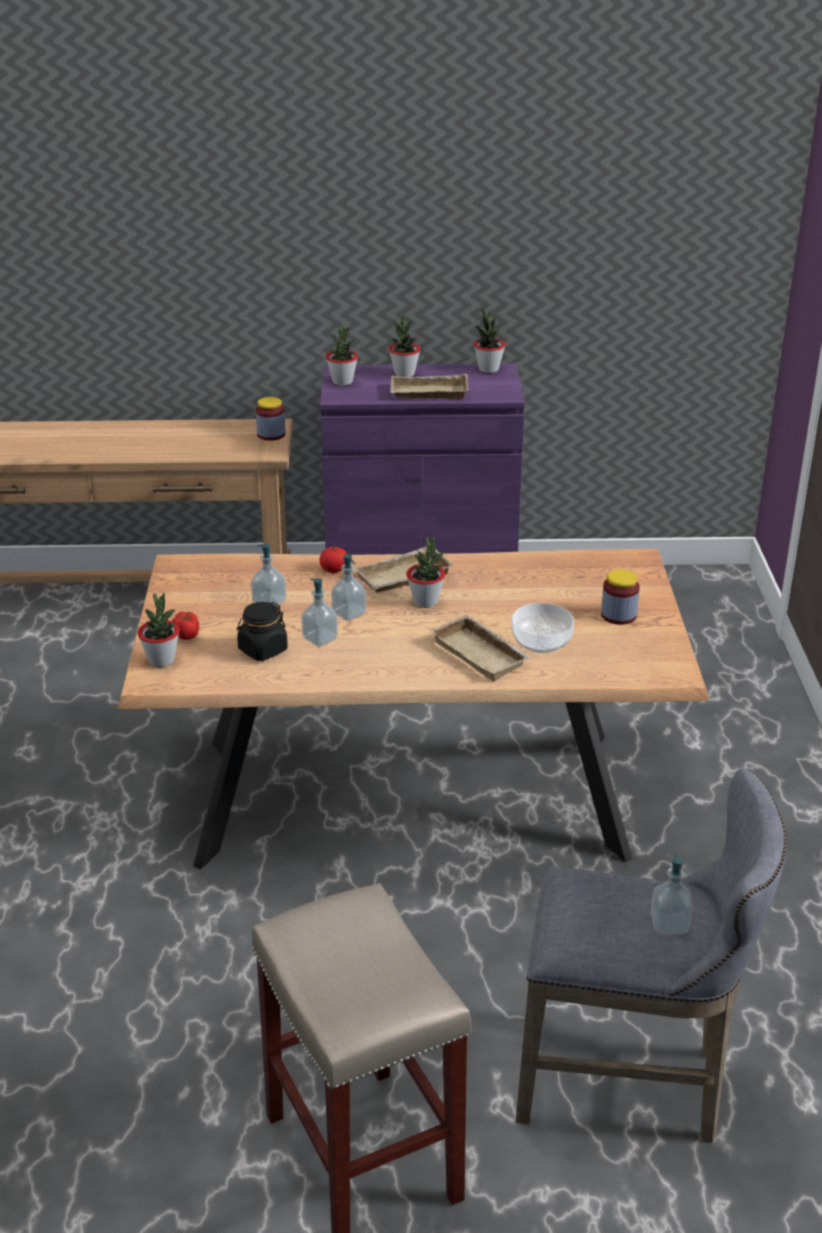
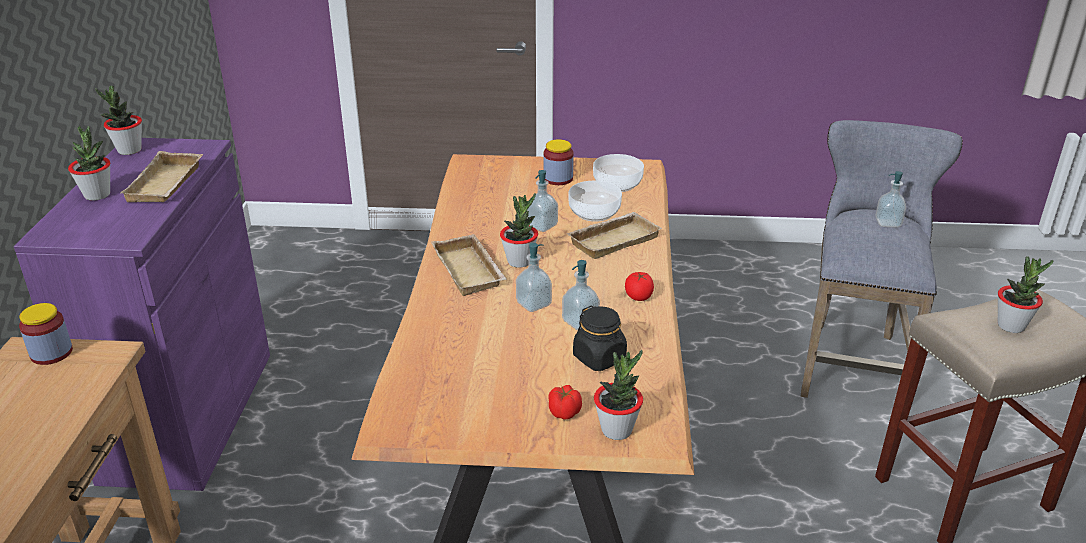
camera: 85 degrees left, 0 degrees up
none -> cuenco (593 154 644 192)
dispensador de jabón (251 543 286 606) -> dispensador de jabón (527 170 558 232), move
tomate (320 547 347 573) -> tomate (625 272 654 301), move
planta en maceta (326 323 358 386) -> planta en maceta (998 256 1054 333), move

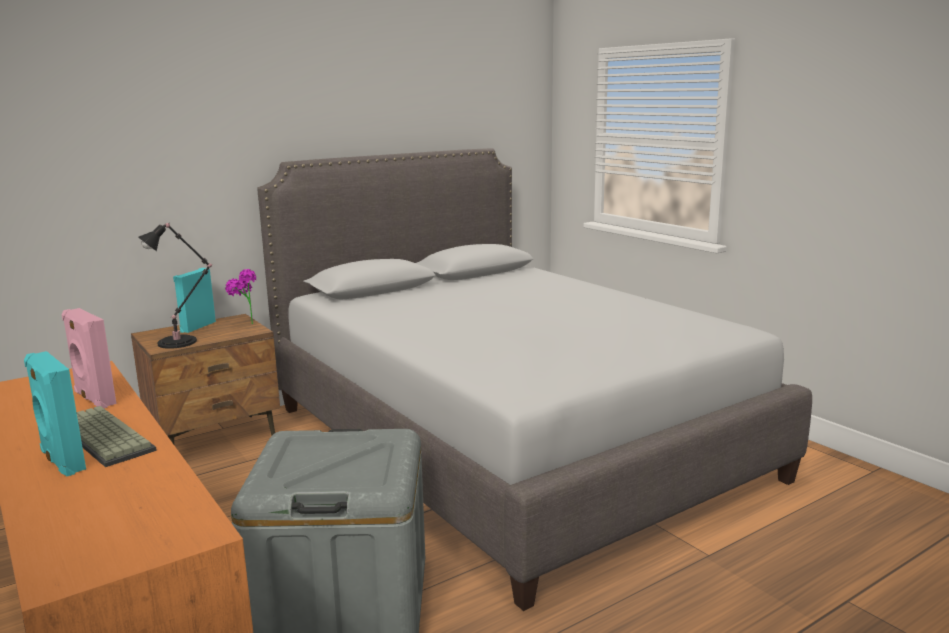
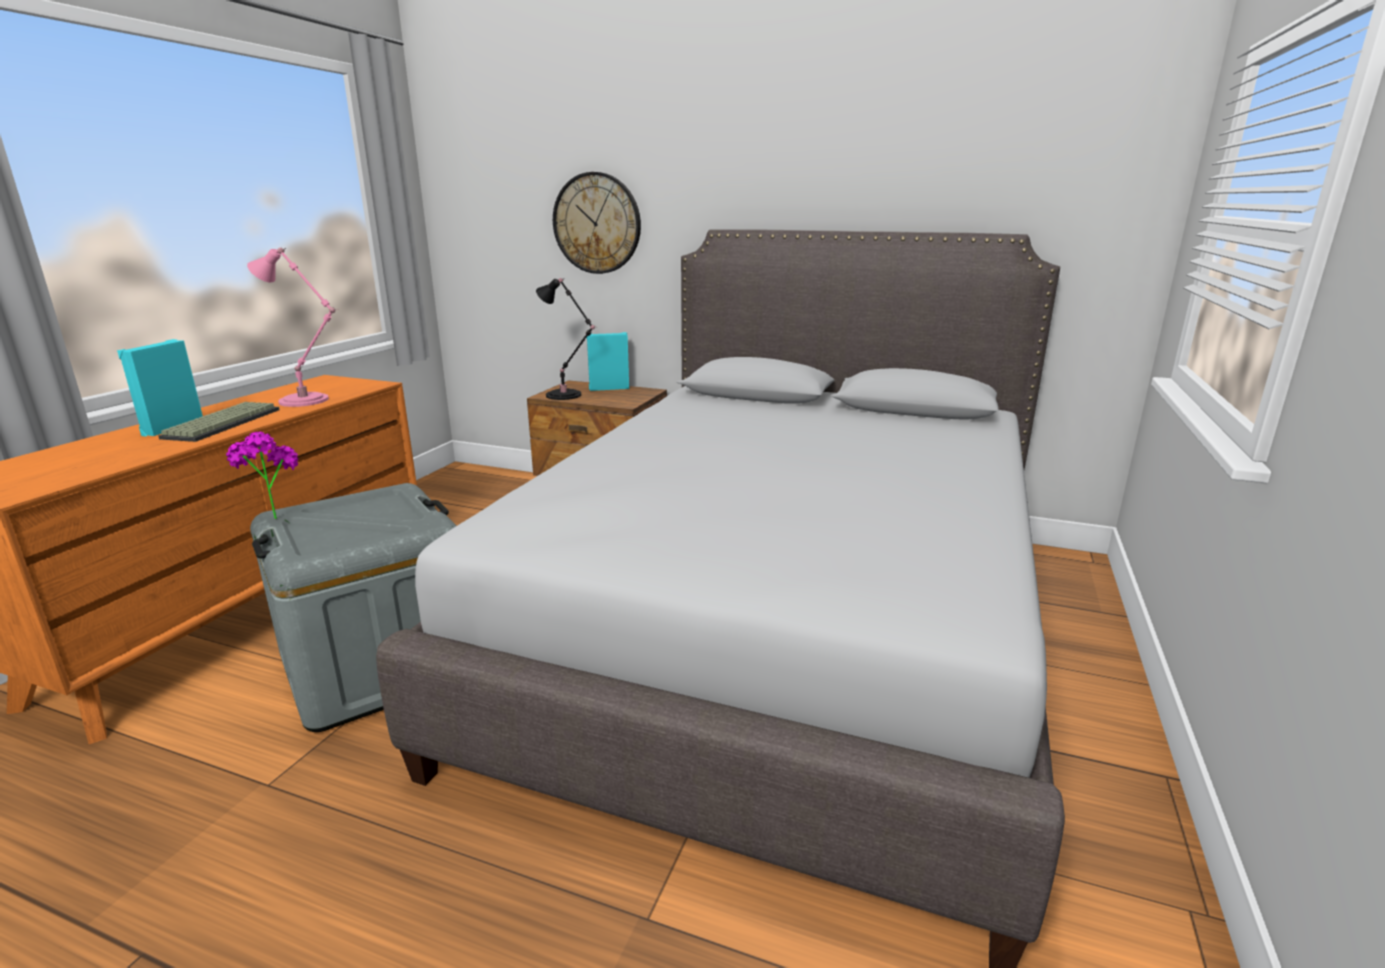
camera: 55 degrees right, 5 degrees up
none -> reloj de pared (553 172 641 274)
planta en maceta (225 269 256 324) -> planta en maceta (226 432 299 519), move
altavoz (rosa) (62 308 117 408) -> lámpara de mesa (rosa) (247 248 337 407)

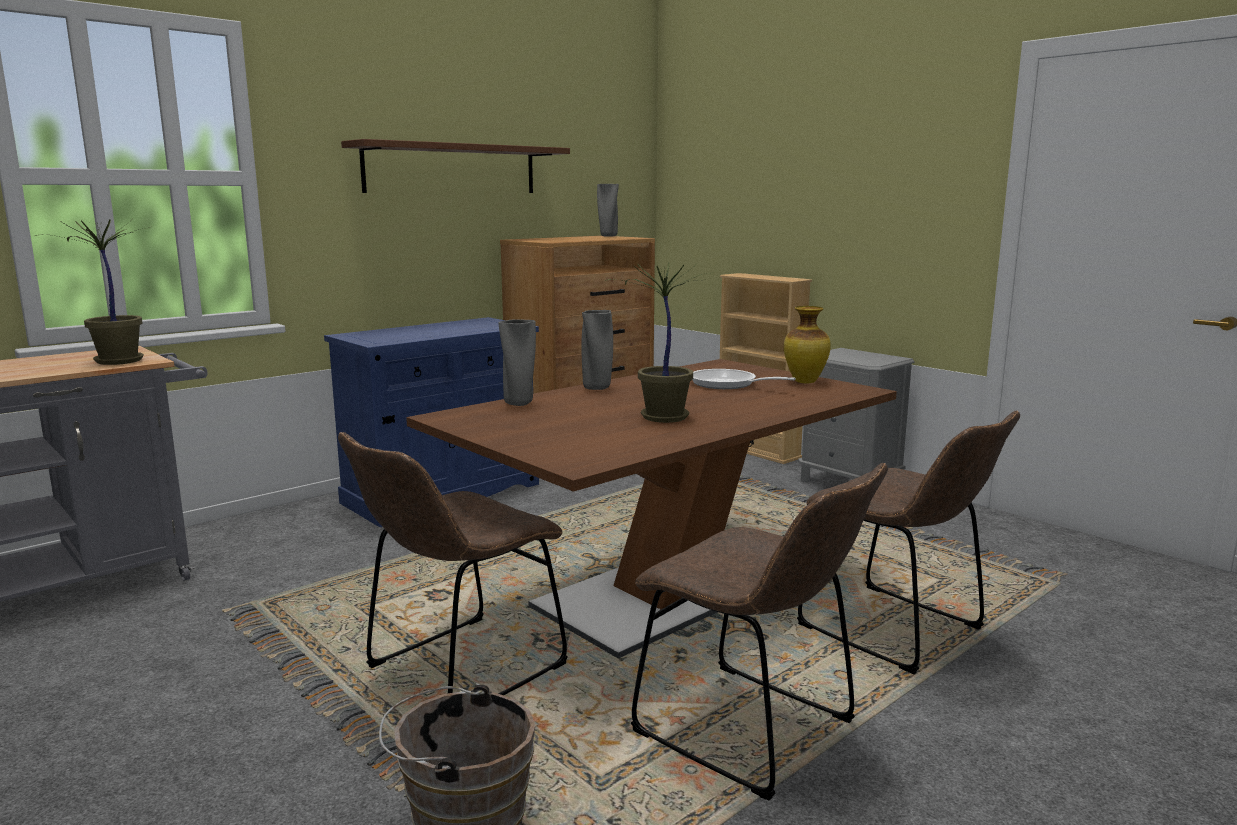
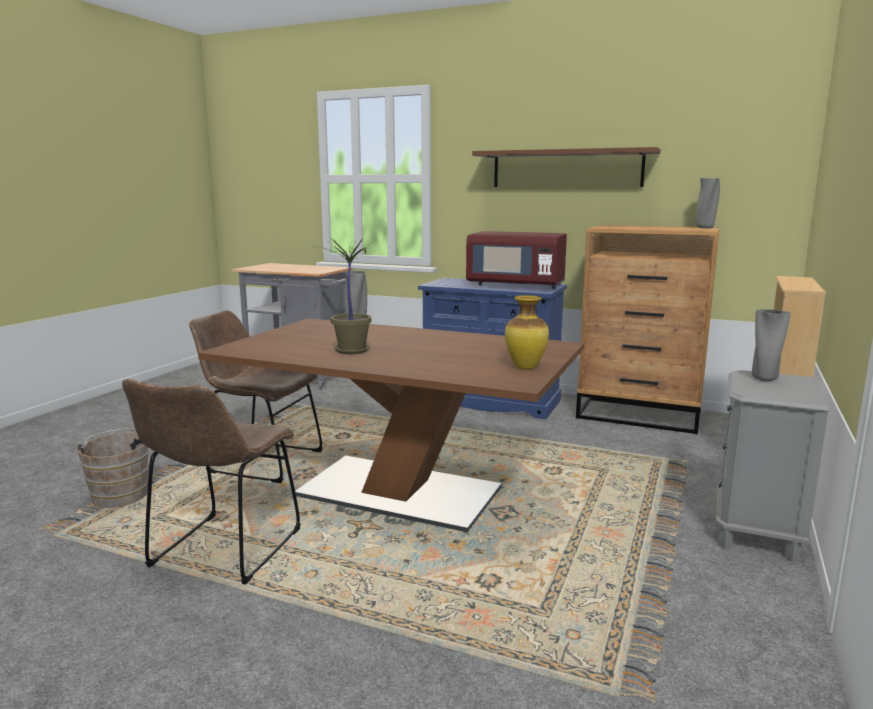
camera: 65 degrees right, 0 degrees up
planta en maceta (34 220 152 365) -> none
sartén (693 369 796 389) -> none
silla (marrón) (797 411 1020 674) -> none
none -> microondas (rojo) (466 231 567 289)
florero (gris) (581 310 613 390) -> florero (gris) (752 309 791 381), move

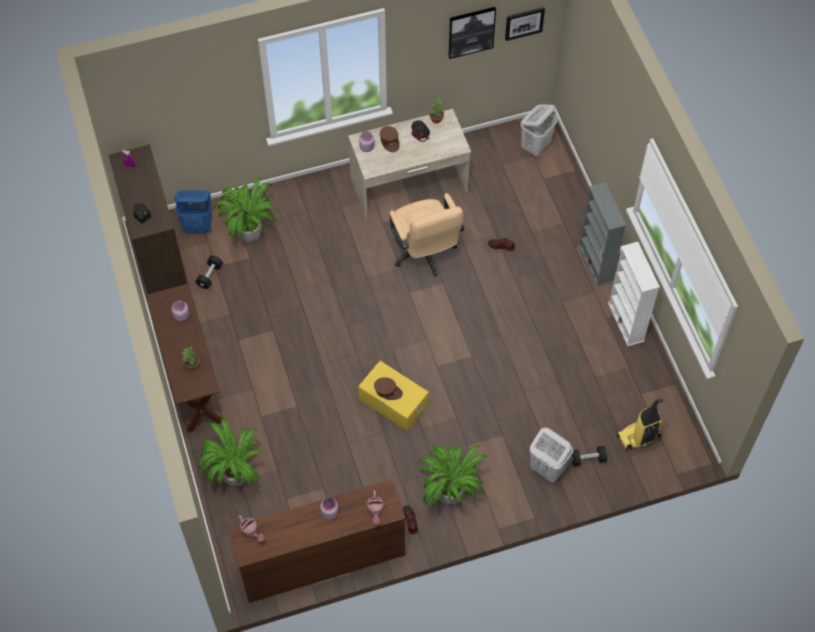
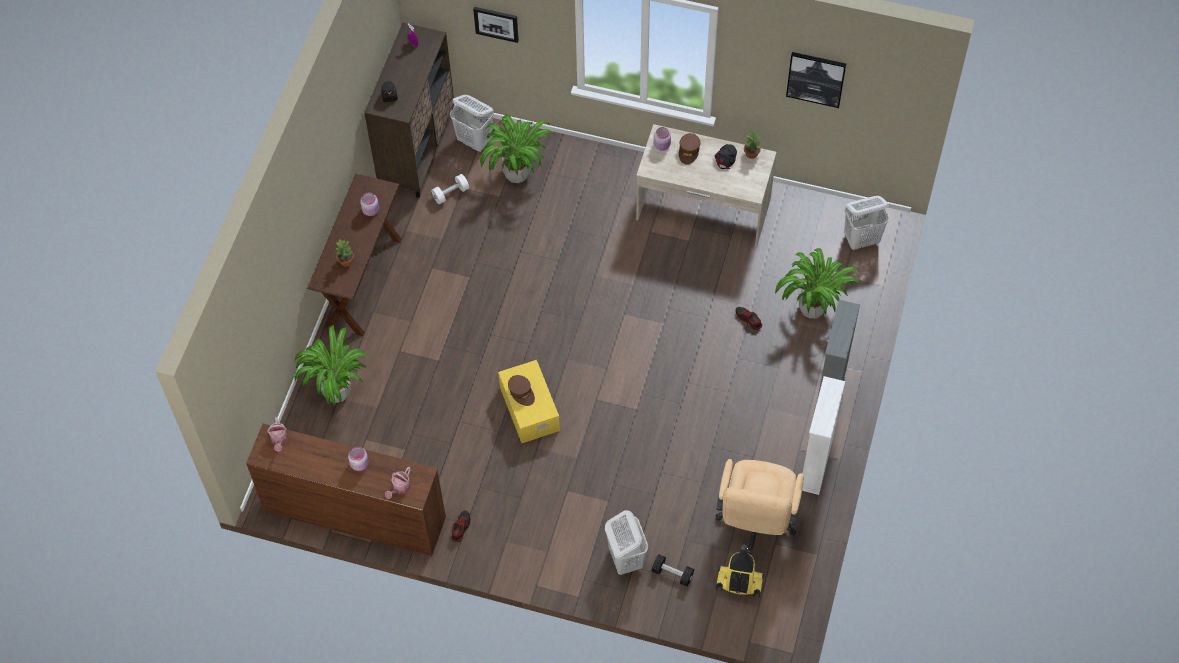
camera: 35 degrees right, 0 degrees up
silla de oficina (beis) (389 193 464 277) -> silla de oficina (beis) (716 459 804 554), move
planta en maceta (418 445 488 507) -> planta en maceta (775 248 860 319), move
cuadro (505 7 545 41) -> cuadro (473 7 519 43), move
cesto de la ropa (azul) (175 190 212 233) -> cesto de la ropa (blanco) (450 95 494 152)
mancuerna (negro) (195 256 223 289) -> mancuerna (blanco) (431 174 469 204)

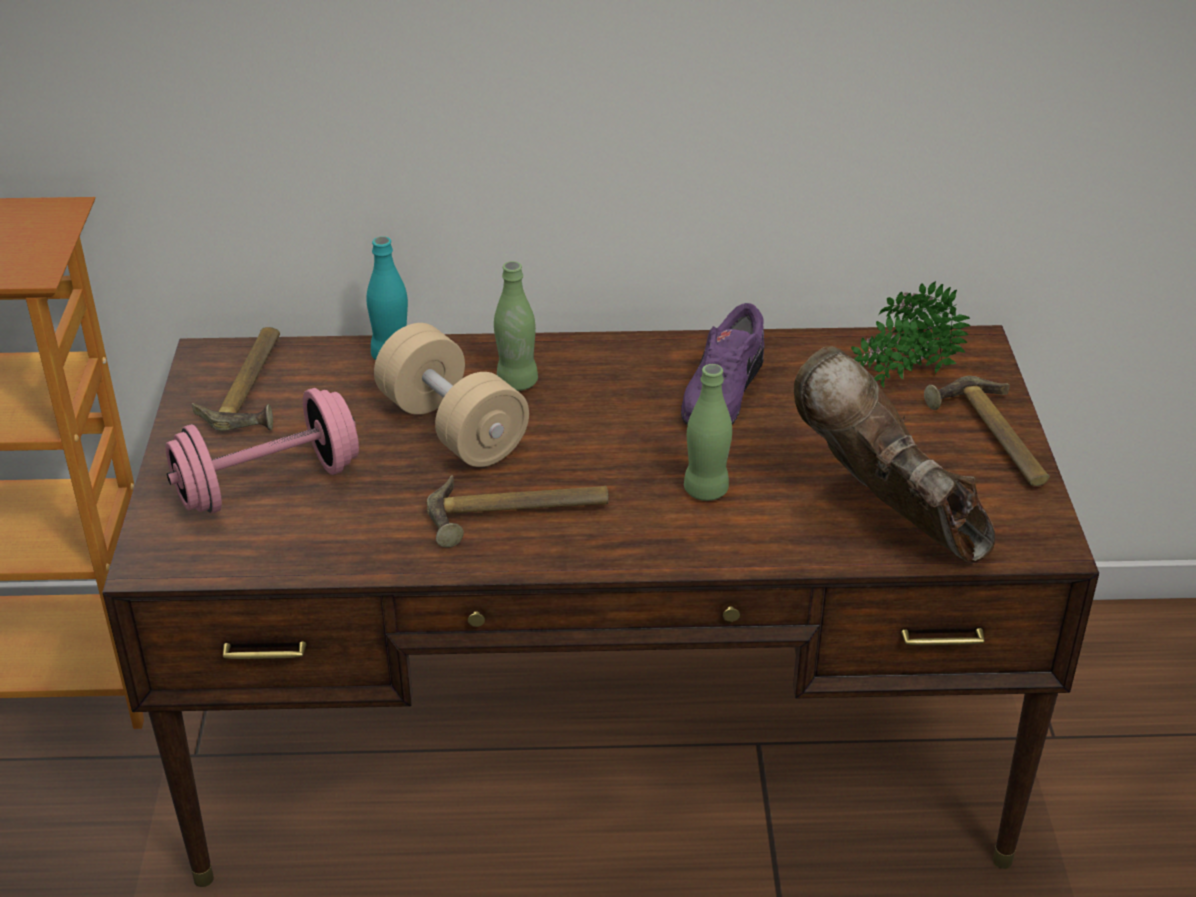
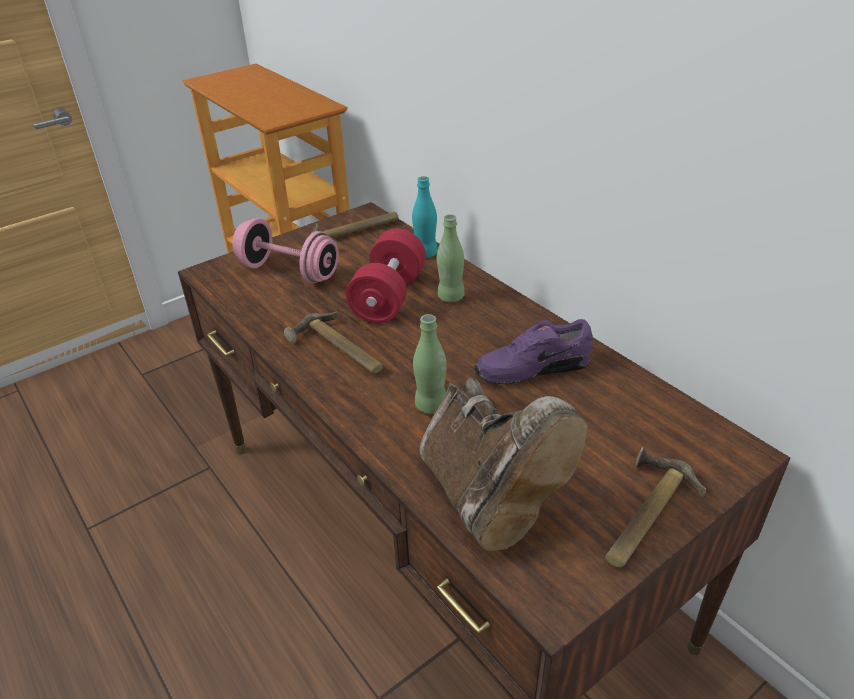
camera: 55 degrees right, 0 degrees up
planta en maceta (851 281 970 388) -> none
mancuerna (beis) (374 323 529 467) -> mancuerna (rojo) (346 228 426 323)
bota (marrón) (794 346 995 563) -> bota (marrón) (420 377 587 551), 135 degrees clockwise

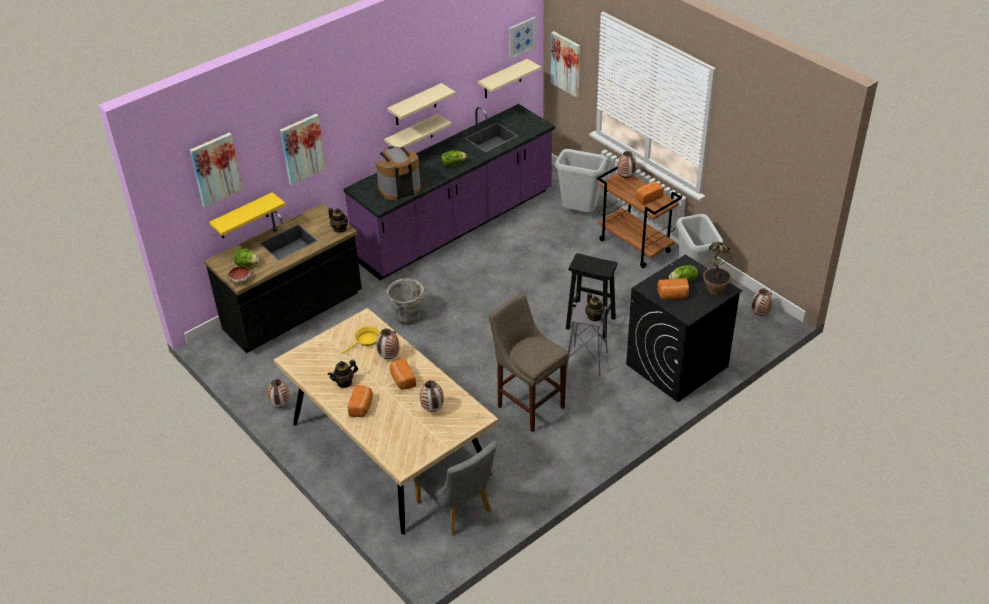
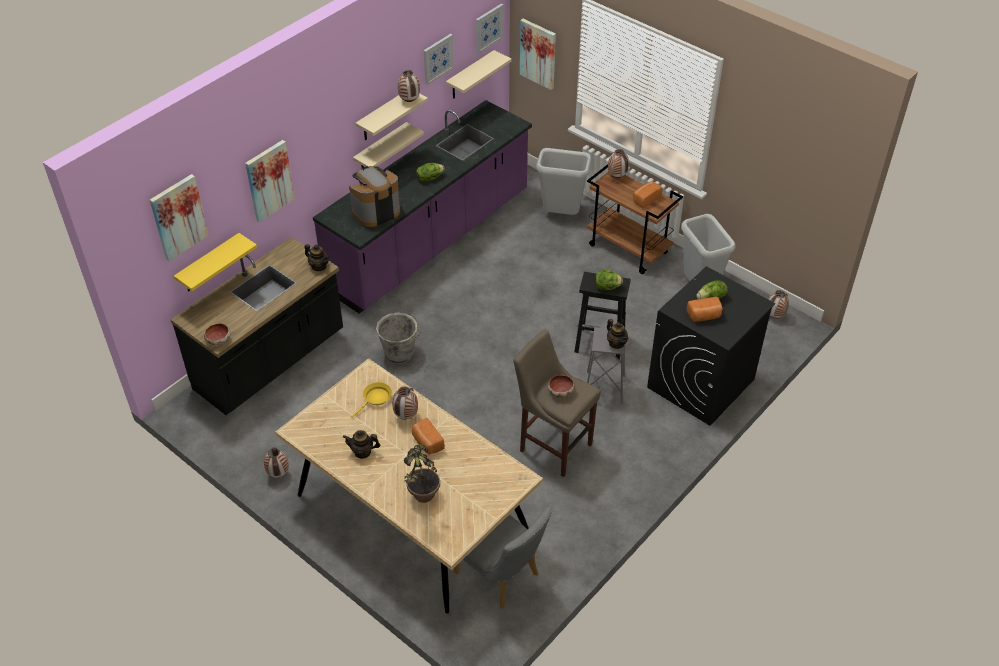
camera: 10 degrees left, 5 degrees up
pan (348 385 373 417) -> none
none -> cuadro (424 34 454 85)
none -> cuenco (548 375 575 398)
lechuga (234 249 259 267) -> lechuga (595 270 623 290), move
florero (420 380 444 412) -> florero (398 70 420 102), move
planta en maceta (703 242 734 295) -> planta en maceta (404 444 440 503), move
tetera (328 360 358 388) -> tetera (343 430 380 459), 45 degrees clockwise

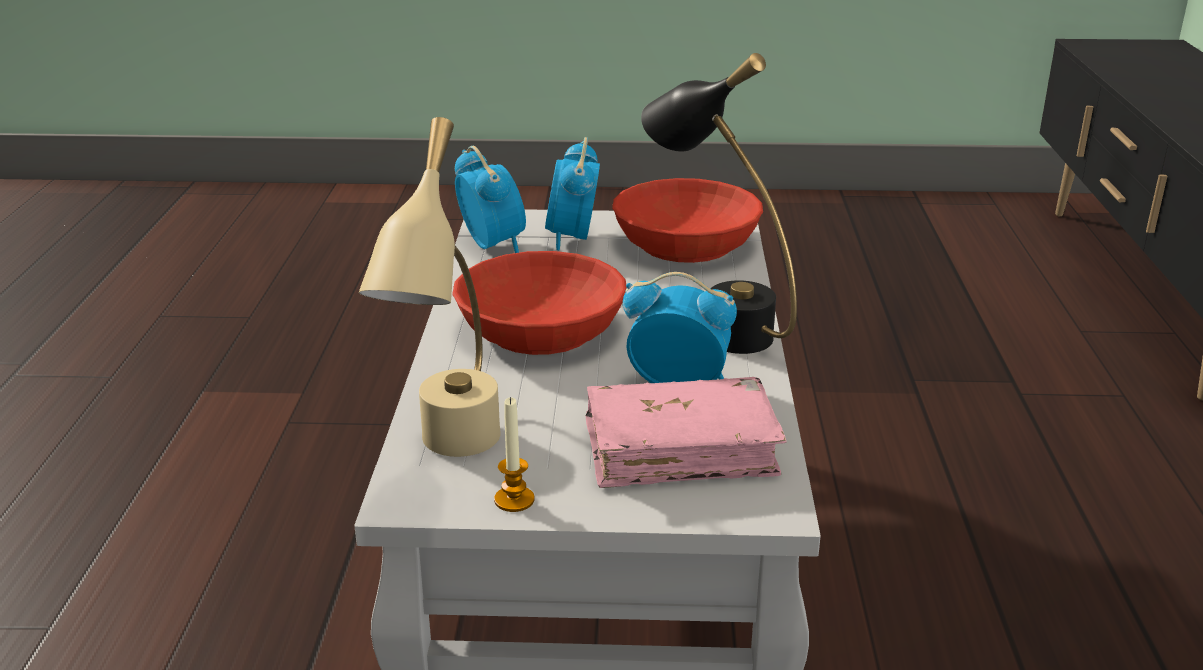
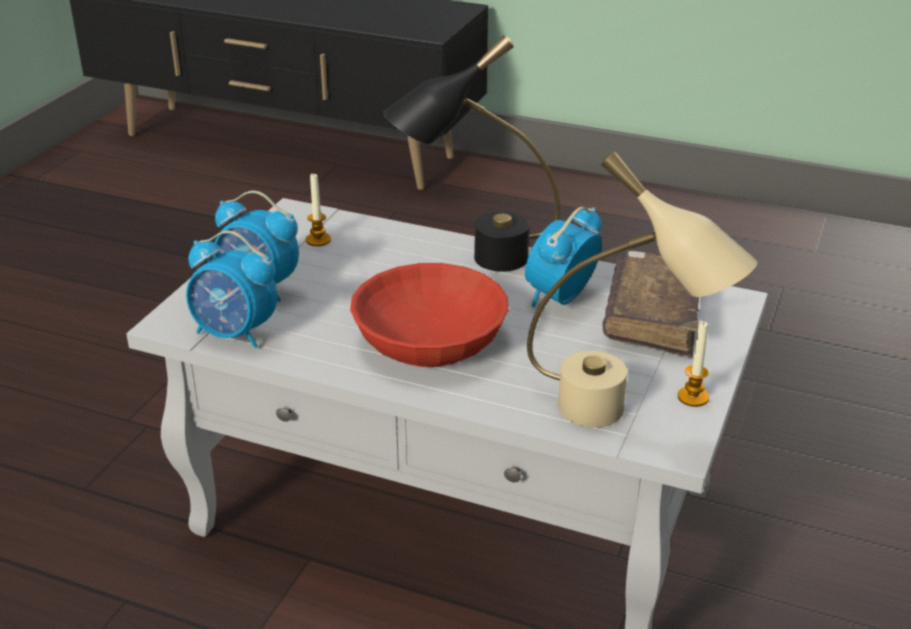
camera: 70 degrees left, 5 degrees up
cuenco (rojo) (612 178 763 263) -> vela (306 172 331 246)
libro (rosa) (586 377 787 488) -> libro (marrón) (603 249 699 357)
despertador (455 146 526 253) -> despertador (186 231 277 348), 150 degrees counterclockwise

